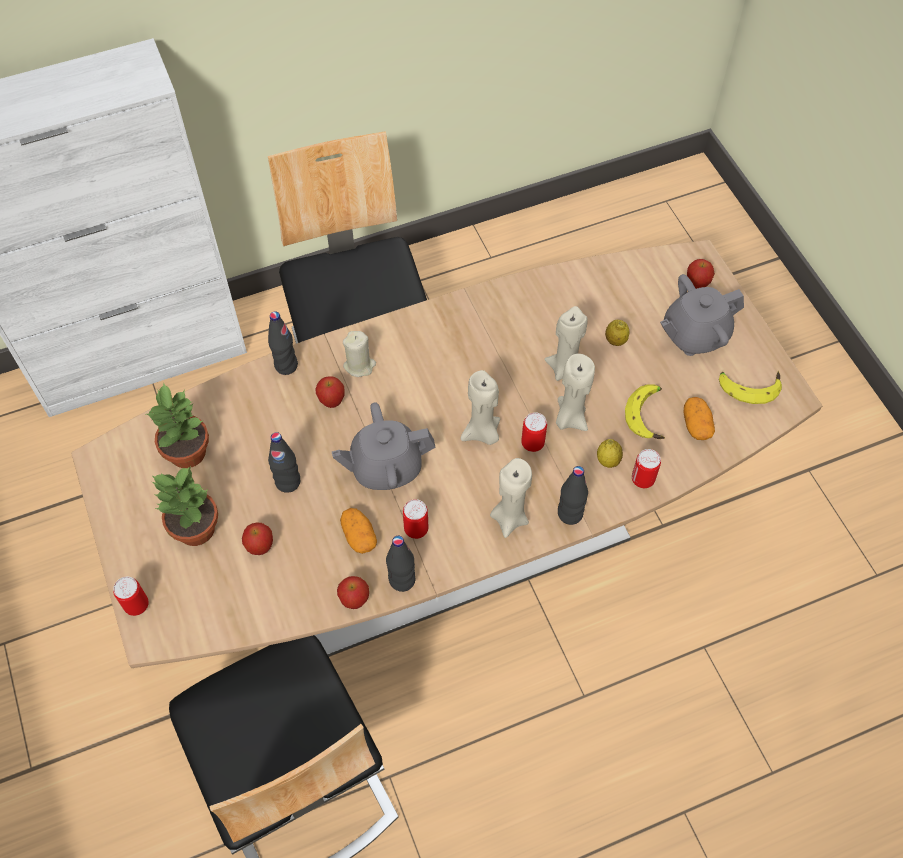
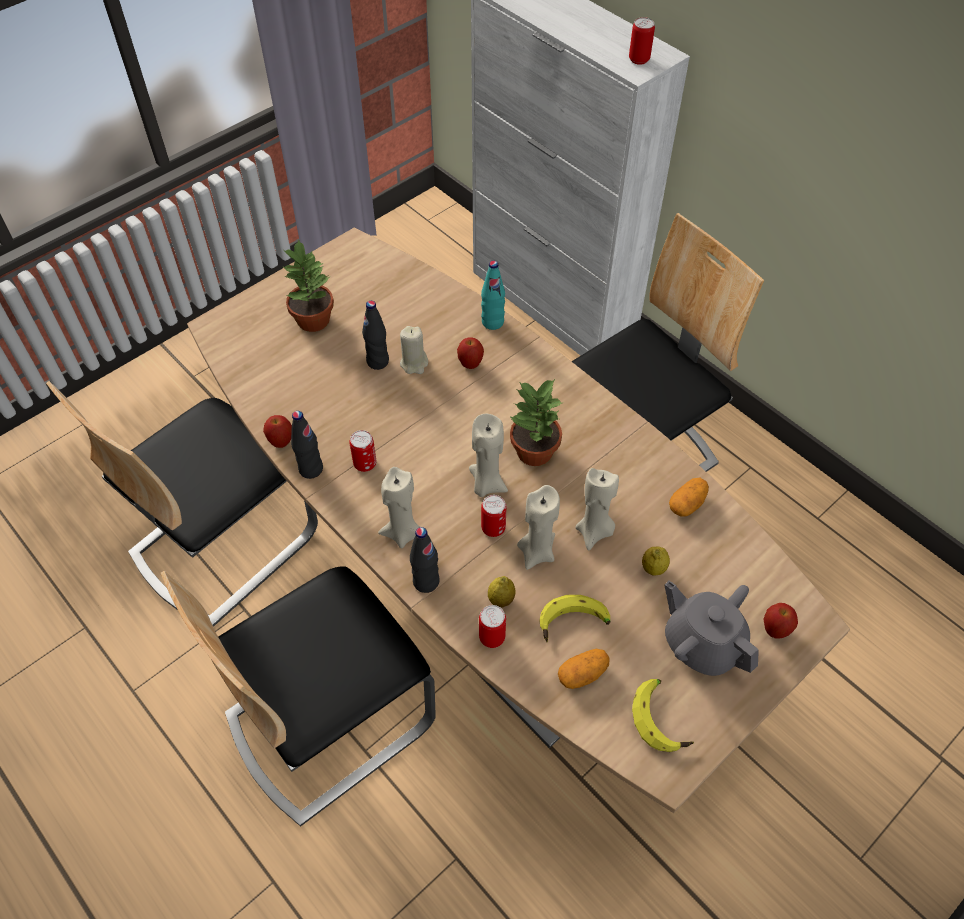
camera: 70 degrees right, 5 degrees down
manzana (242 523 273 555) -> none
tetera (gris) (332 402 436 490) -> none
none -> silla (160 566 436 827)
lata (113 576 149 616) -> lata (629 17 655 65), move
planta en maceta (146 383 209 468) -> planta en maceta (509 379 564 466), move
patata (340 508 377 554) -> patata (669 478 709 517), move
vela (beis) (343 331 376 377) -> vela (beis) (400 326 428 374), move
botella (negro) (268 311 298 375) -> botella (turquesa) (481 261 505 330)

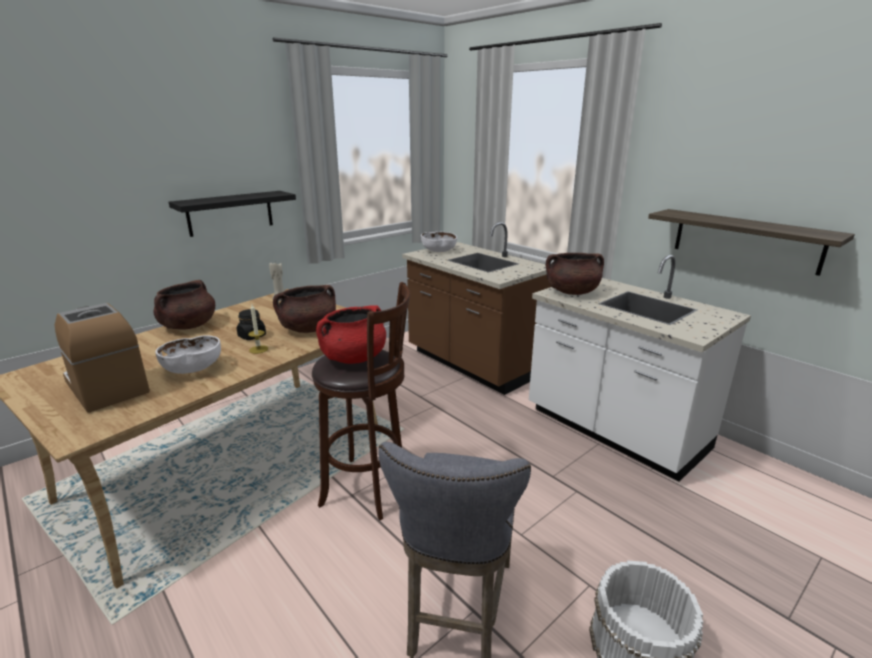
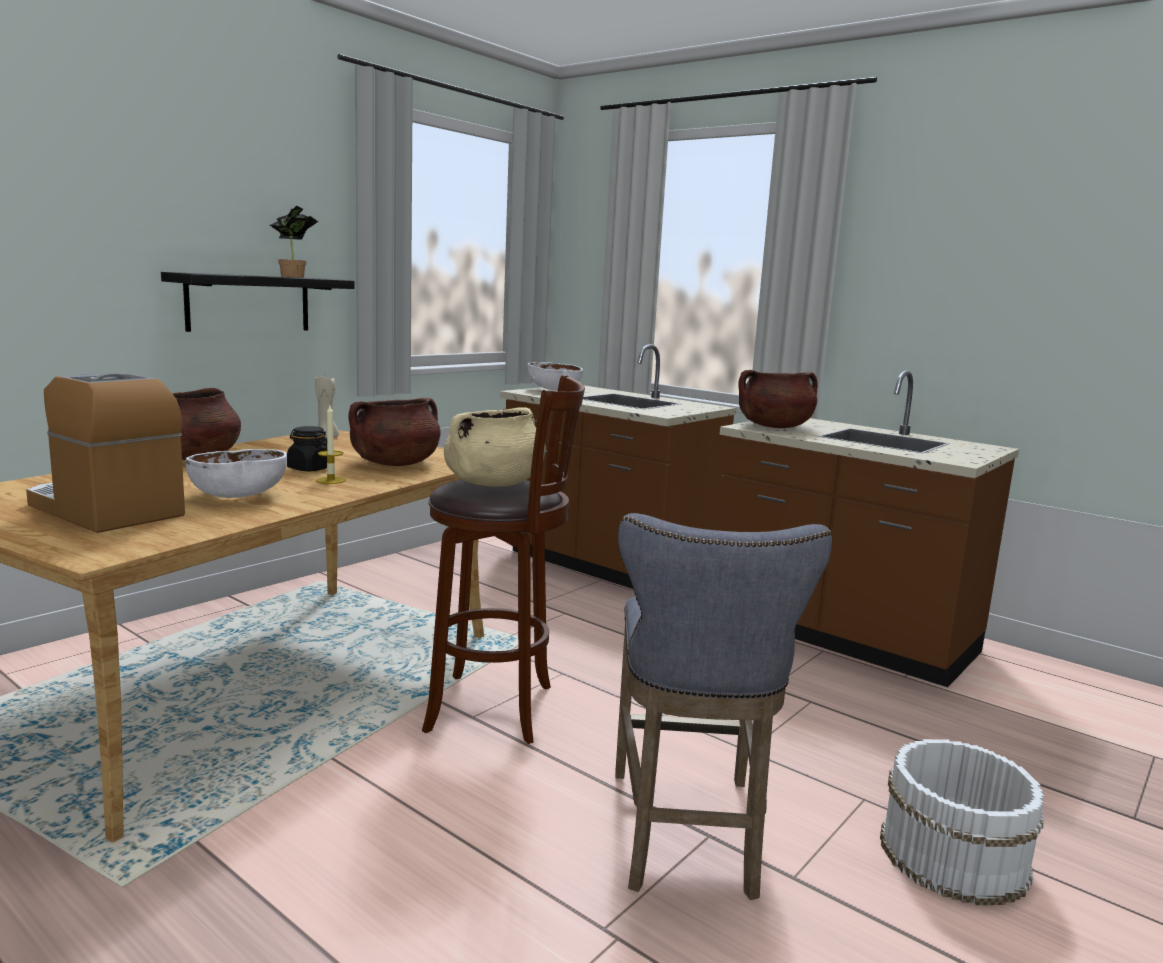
camera: 10 degrees left, 10 degrees down
estante (648 209 855 276) -> none
none -> planta en maceta (270 205 318 278)
olla (rojo) (316 305 386 364) -> olla (beis) (444 407 546 487)
mueble bajo de cocina (blanco) (529 255 751 482) -> mueble bajo de cocina (marrón) (717 370 1019 687)

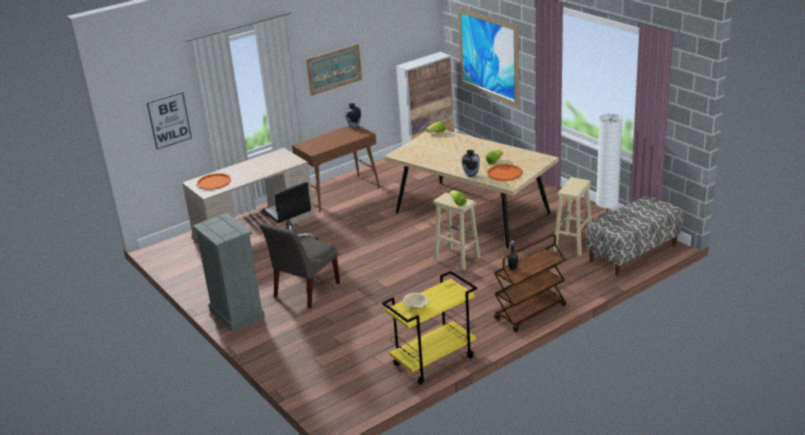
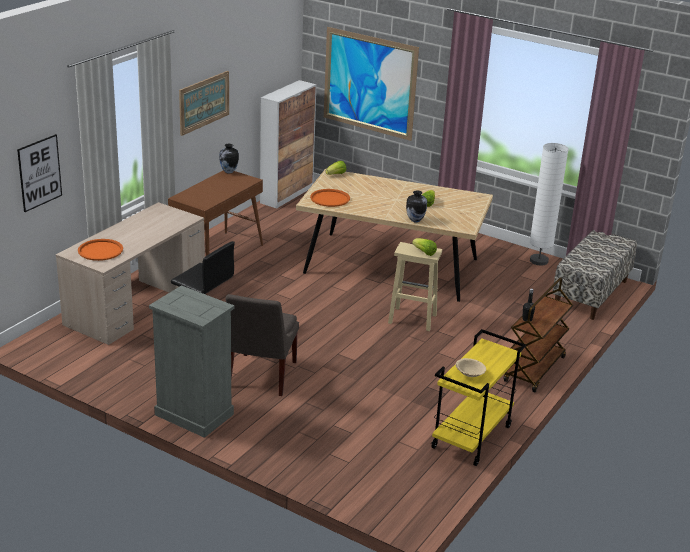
camera: 25 degrees left, 0 degrees up
taburete (beis) (553 177 591 256) -> none
bandeja (naranja) (487 164 523 181) -> bandeja (naranja) (310 189 350 207), move

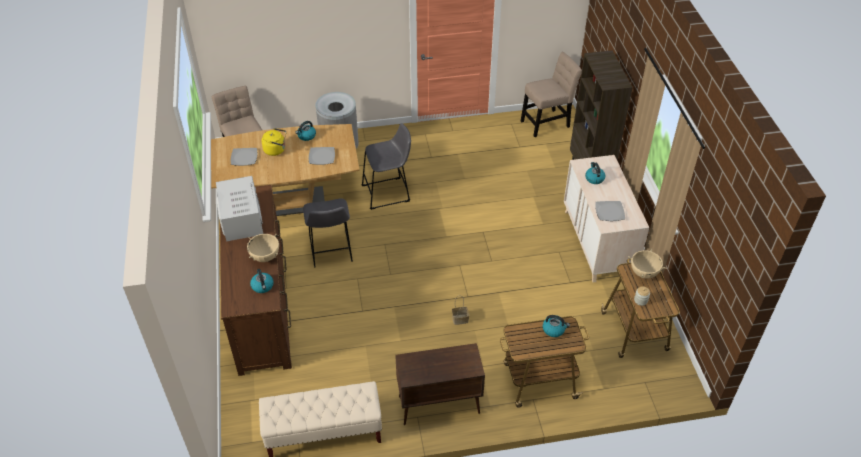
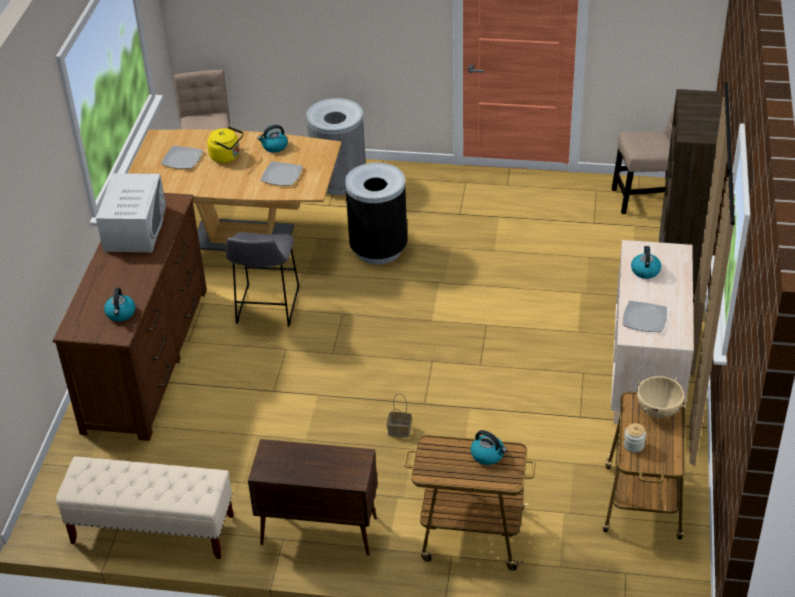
camera: 20 degrees right, 5 degrees down
olla (beis) (247 234 279 262) -> none
taburete (gris) (361 123 411 210) -> papelera (negro) (345 162 407 265)

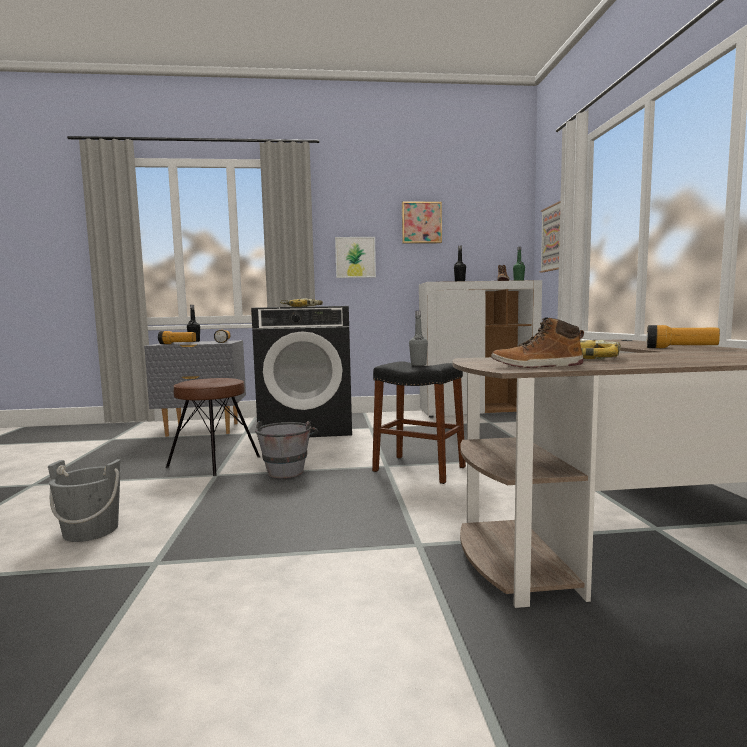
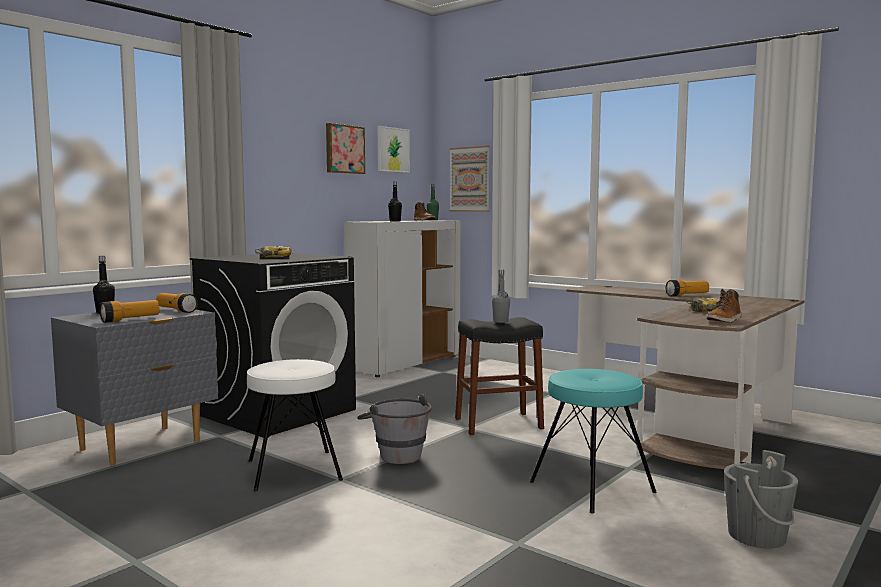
camera: 45 degrees left, 0 degrees up
none -> taburete (turquesa) (530 369 657 514)
cubo (gris) (48 459 121 542) -> cubo (gris) (724 450 798 548), move
cuadro (335 237 376 278) -> cuadro (378 126 410 173), move
taburete (marrón) (166 378 260 476) -> taburete (blanco) (247 359 343 491)

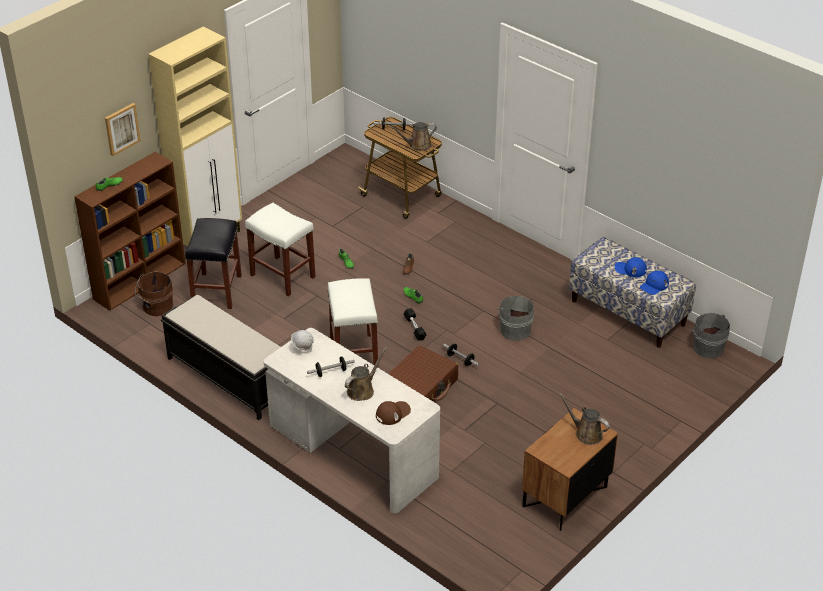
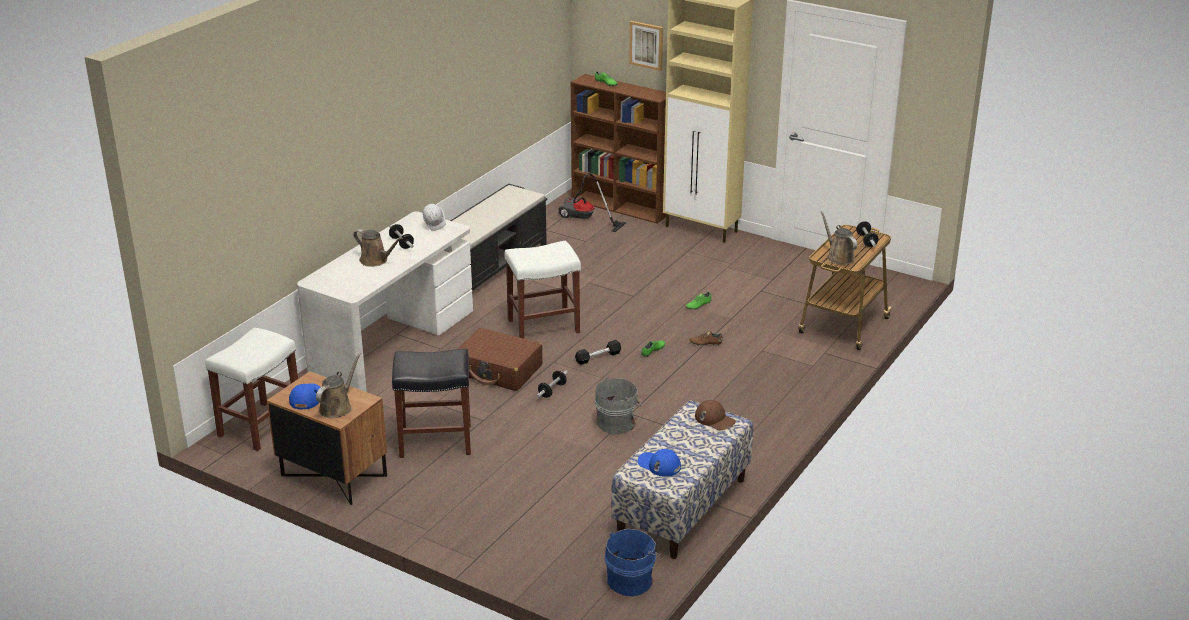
camera: 80 degrees right, 10 degrees down
taburete (negro) (185 218 242 309) -> taburete (negro) (392 349 471 458), move
taburete (blanco) (245 203 316 296) -> taburete (blanco) (205 328 298 451), move
gorra (marrón) (376 401 411 425) -> gorra (marrón) (695 400 736 430), move
gorra (azul) (615 257 647 277) -> gorra (azul) (289 383 321 410), move
cubo (marrón) (135 272 173 316) -> aspiradora (558 173 626 232)
cubo (gris) (690 313 730 359) -> cubo (azul) (605 529 661 597)

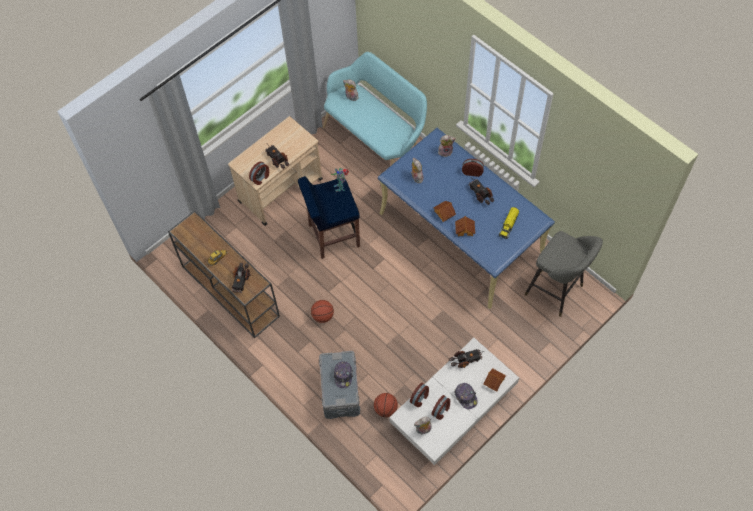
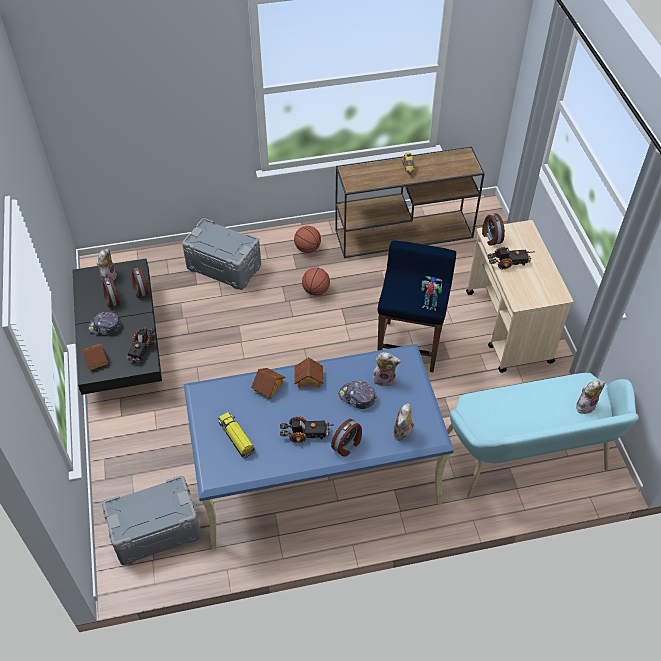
camera: 120 degrees right, 10 degrees down
camión de juguete (231 262 251 293) -> none
gorra (334 361 353 388) -> gorra (339 381 377 409), move
balón de baloncesto (374 393 398 417) -> balón de baloncesto (294 226 321 253), move
taburete (gris) (525 231 603 317) -> caja de almacenaje (gris) (102 476 202 565)
mesa de centro (blanco) (389 338 519 465) -> mesa de centro (negro) (73 259 162 395)

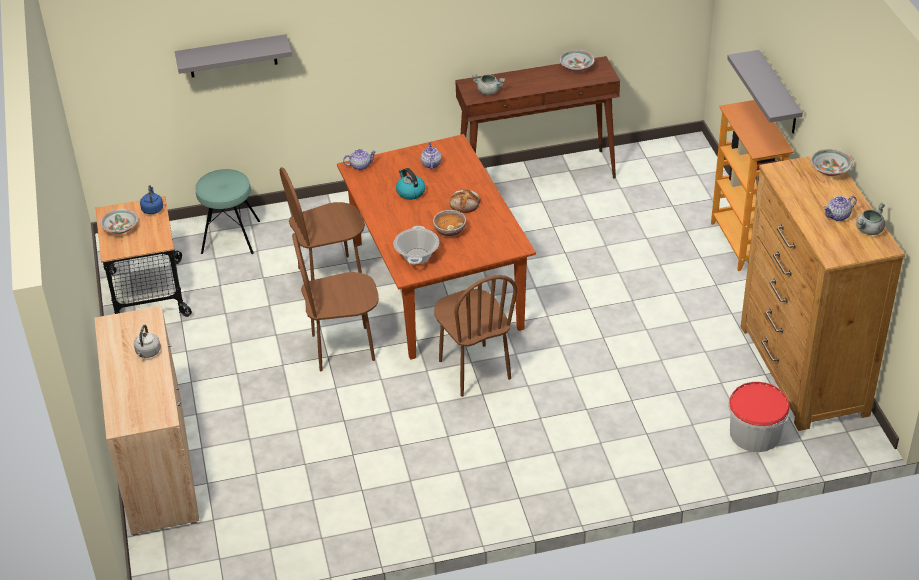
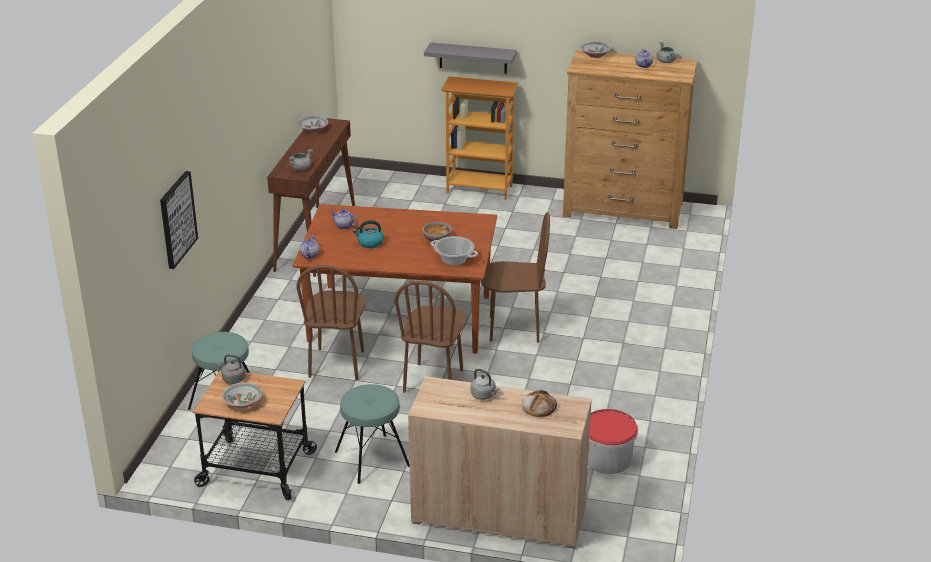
camera: 65 degrees left, 10 degrees down
none -> taburete (turquesa) (335 384 410 484)
pan (450 189 480 213) -> pan (522 390 557 417), move
cubo (729 382 790 452) -> cubo (588 409 638 474), move
estante (gris) (175 34 292 78) -> cuadro (160 171 198 269)
hervidor (azul) (140 185 163 214) -> hervidor (gris) (217 354 246 384)

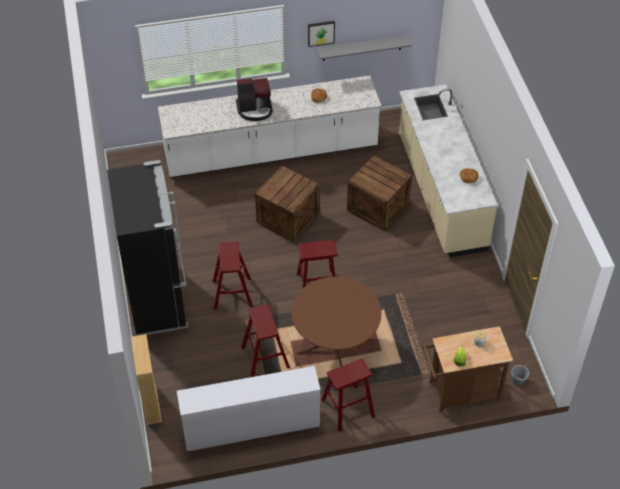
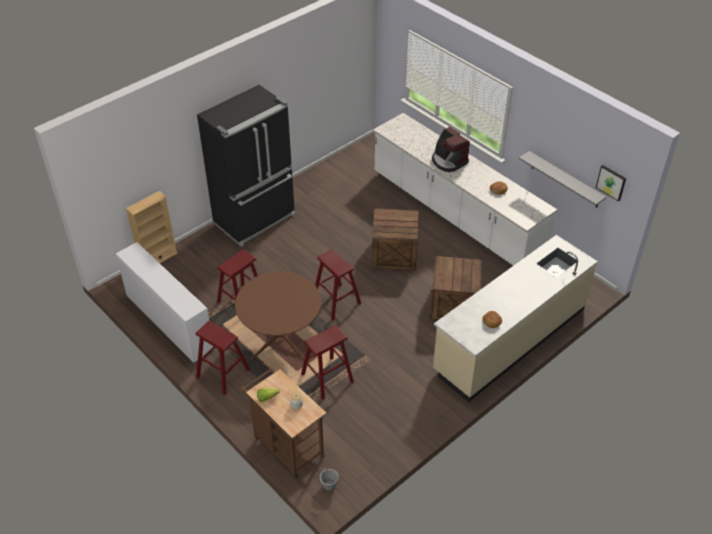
camera: 60 degrees right, 5 degrees down
taburete (rojo) (213 242 253 310) -> taburete (rojo) (301 325 354 400), move
cuadro (308 21 335 47) -> cuadro (596 165 626 202), move

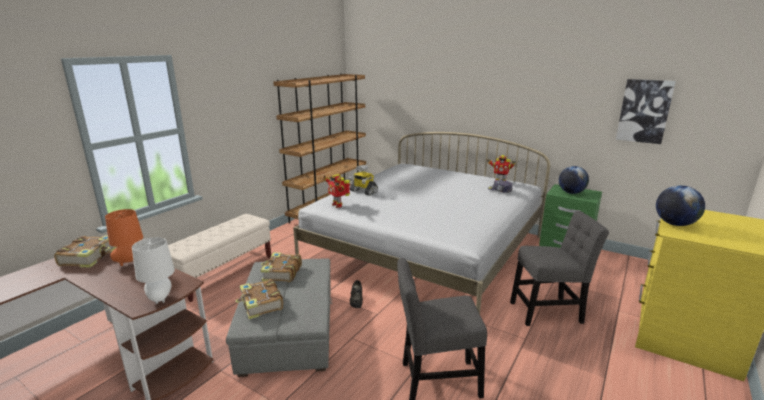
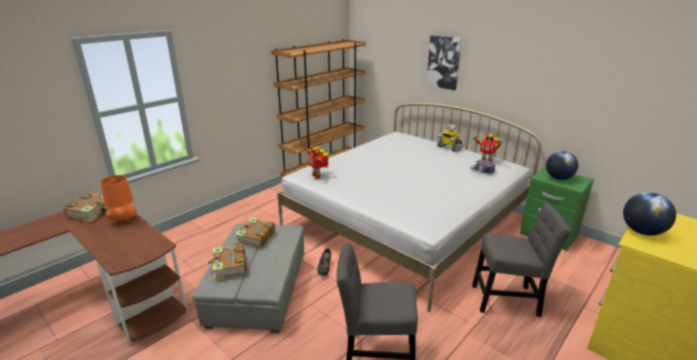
camera: 10 degrees right, 5 degrees up
lámpara de mesa (blanco) (132 237 175 304) -> none
banco (beis) (168 214 271 302) -> none
robot de juguete (349 165 378 196) -> robot de juguete (437 124 463 152), move
cuadro (616 79 676 144) -> cuadro (426 35 462 90), move

